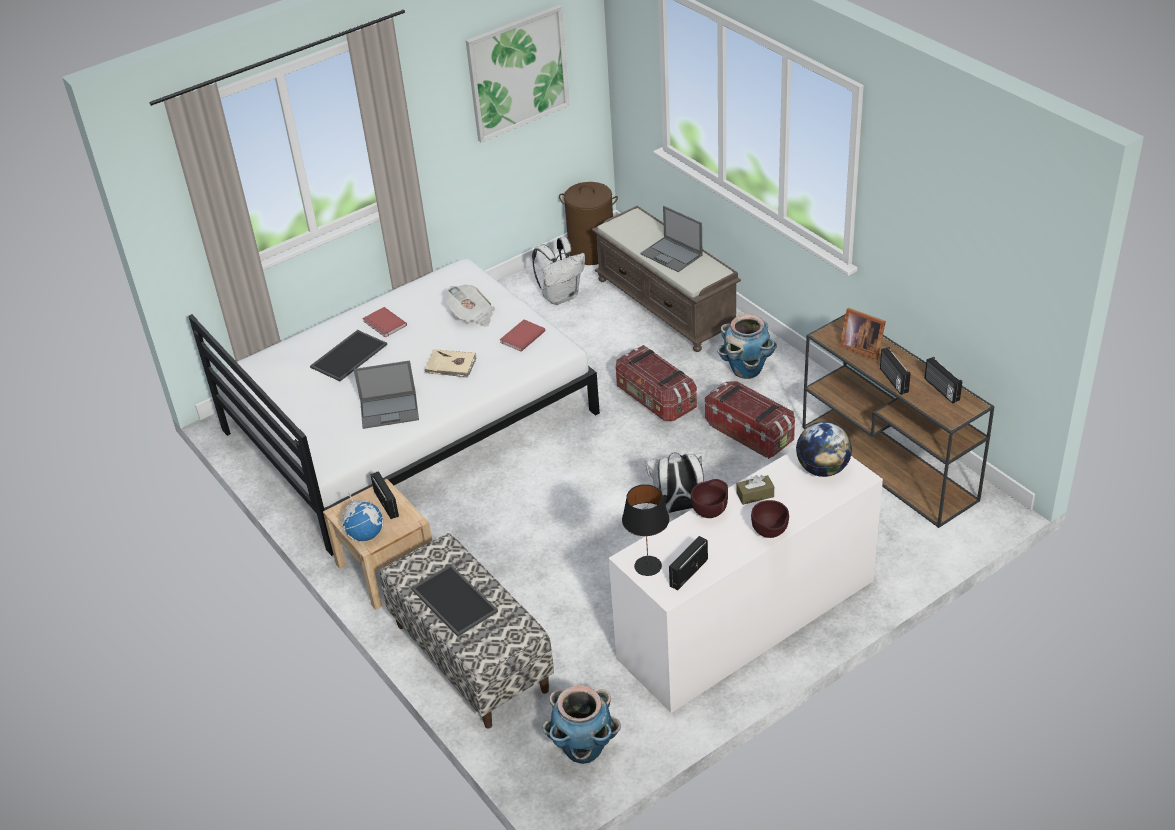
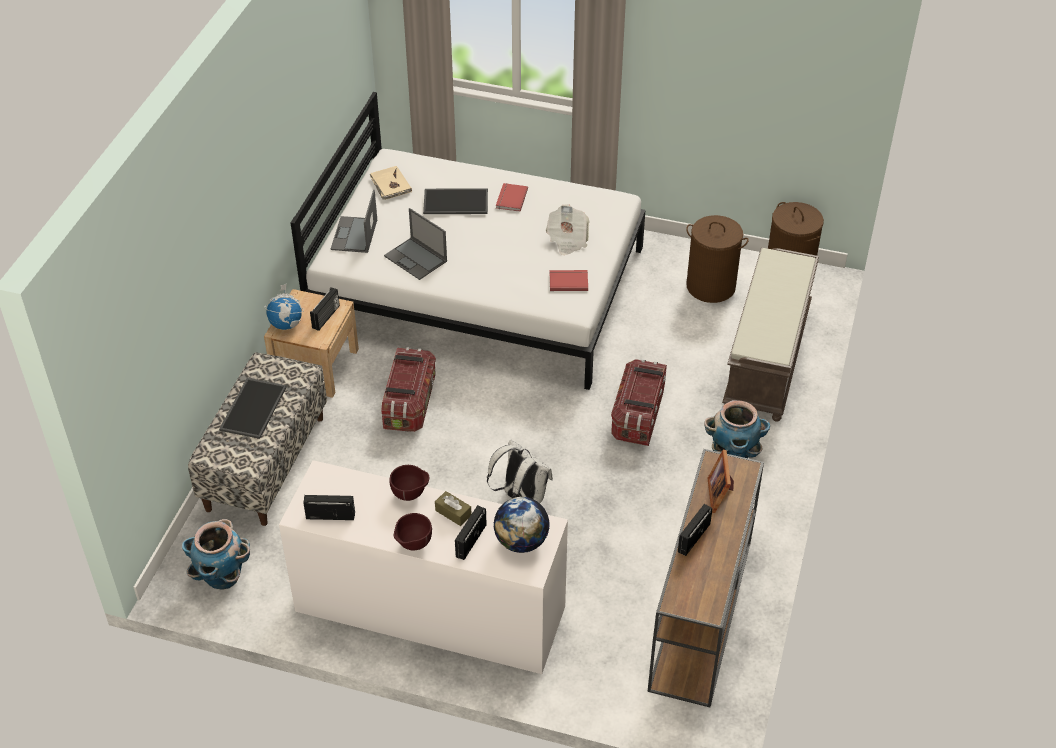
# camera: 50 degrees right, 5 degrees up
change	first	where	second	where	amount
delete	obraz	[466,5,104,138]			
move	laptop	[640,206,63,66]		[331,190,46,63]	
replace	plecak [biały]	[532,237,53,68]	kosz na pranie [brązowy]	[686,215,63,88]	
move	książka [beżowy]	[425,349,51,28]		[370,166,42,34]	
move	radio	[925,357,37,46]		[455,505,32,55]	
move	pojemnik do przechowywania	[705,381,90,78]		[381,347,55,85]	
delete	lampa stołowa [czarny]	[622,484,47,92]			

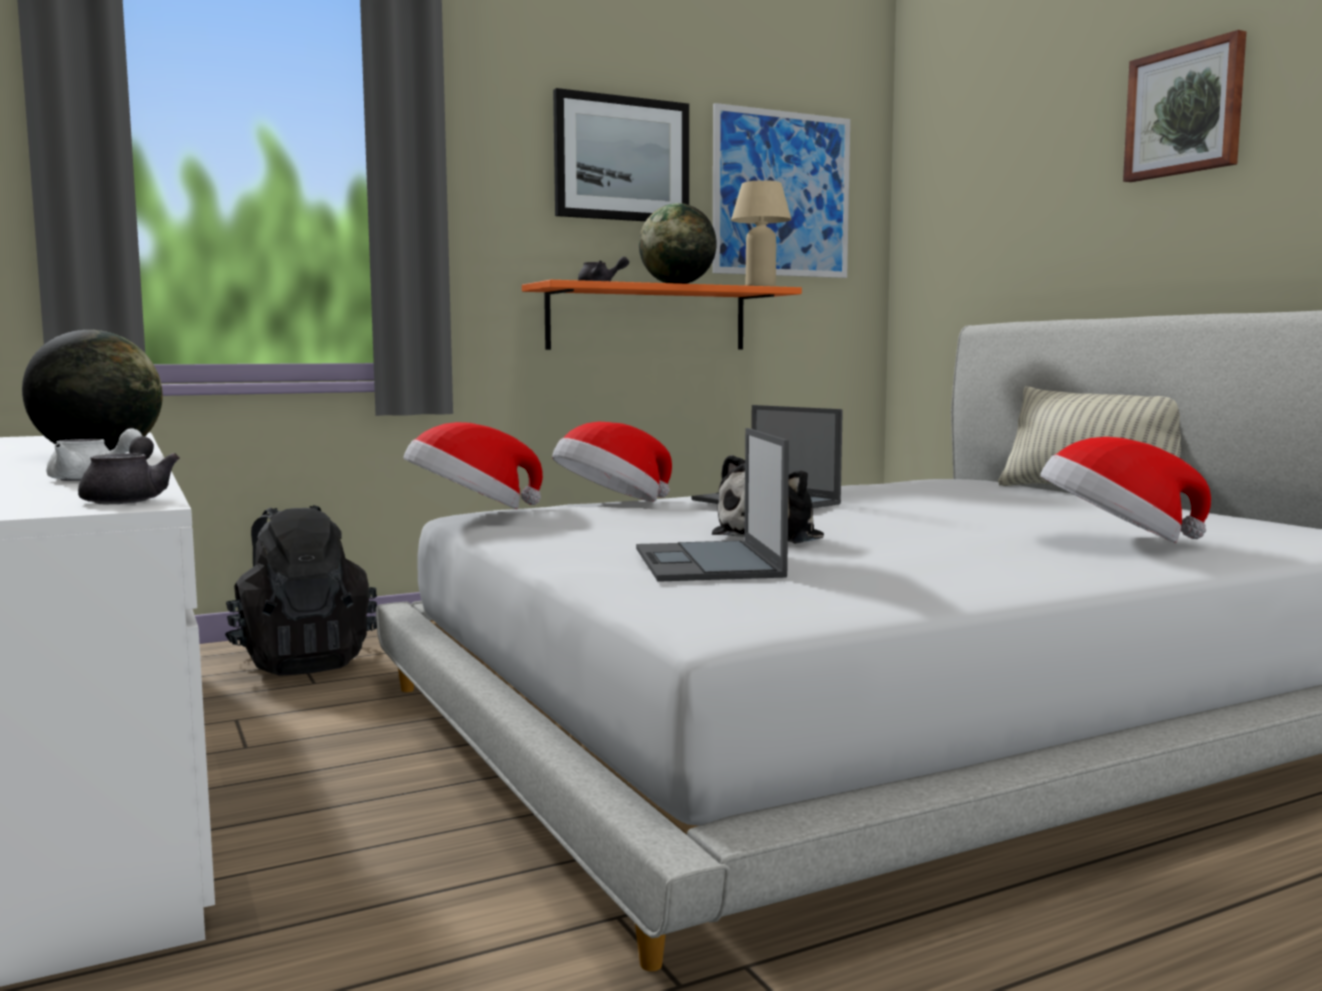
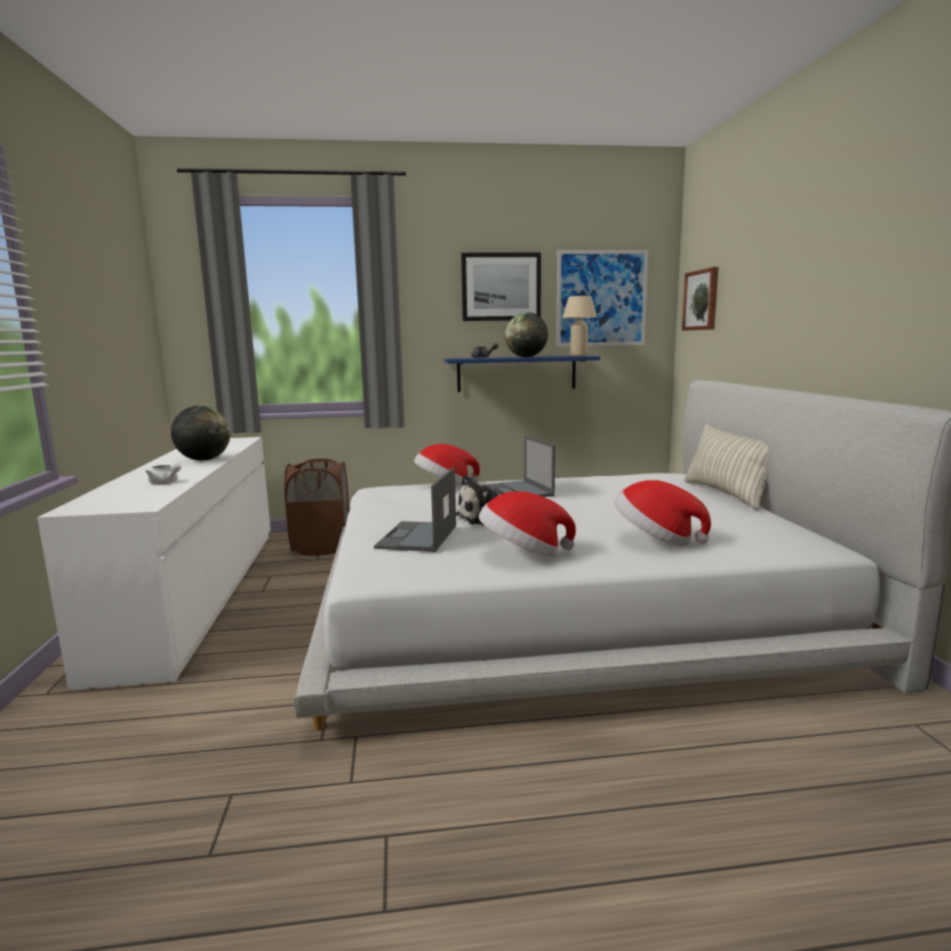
# camera: 20 degrees right, 5 degrees up
change	first	where	second	where	amount
move	obraz	[1123,30,124,152]		[682,267,36,63]	
recolor	półka [pomarańczowy]	[522,280,280,70]	półka [niebieski]	[444,355,156,37]	
move	kapelusz	[403,422,140,87]		[479,491,97,66]	
delete	imbryk [szary]	[78,436,102,68]			
replace	plecak [czarny]	[225,505,152,171]	kosz na pranie [brązowy]	[284,459,65,97]	

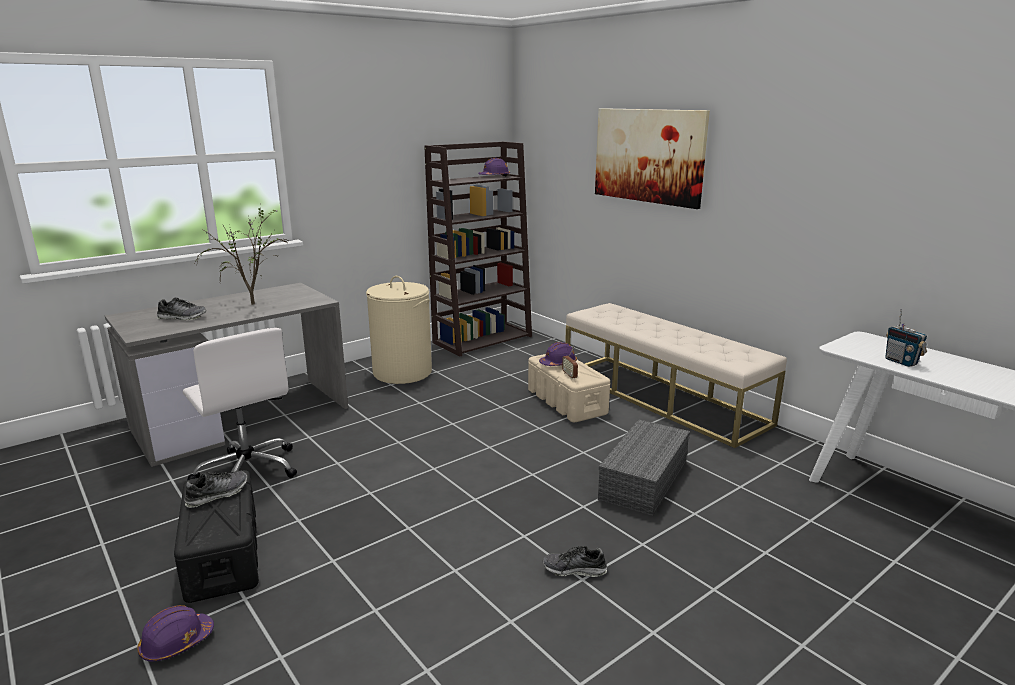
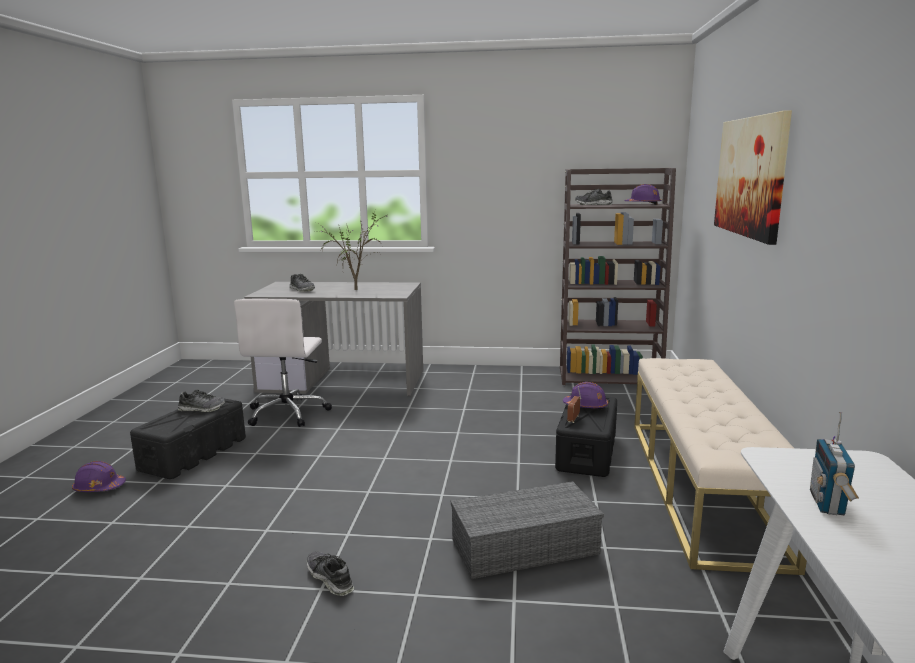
# camera: 45 degrees right, 5 degrees down
change	first	where	second	where	amount
delete	kosz na pranie [beżowy]	[366,276,66,108]			
recolor	pojemnik do przechowywania [beżowy]	[528,354,82,68]	pojemnik do przechowywania [czarny]	[555,396,62,81]	
insert			but	[575,189,38,16]	

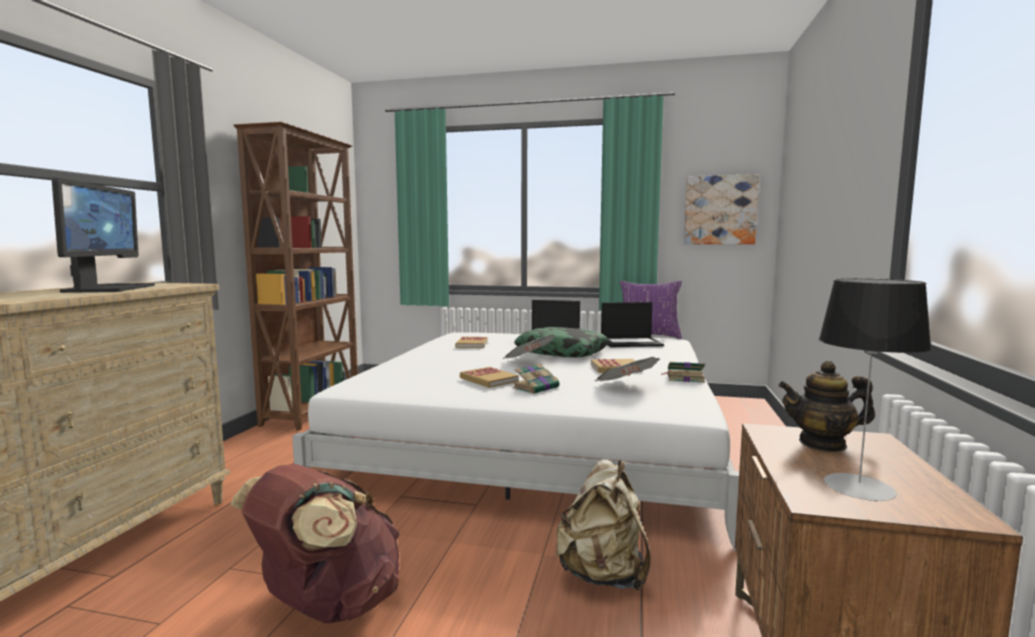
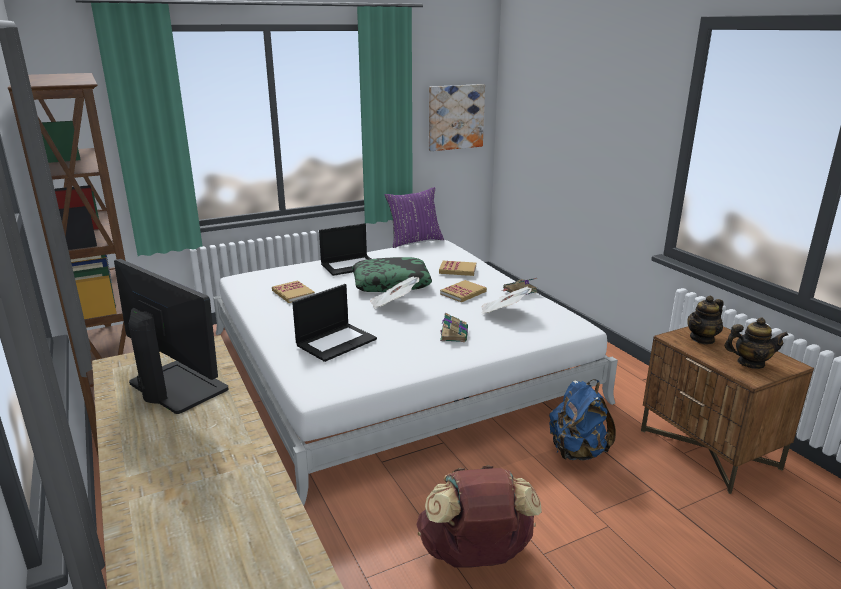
# camera: 40 degrees left, 15 degrees up
change	first	where	second	where	amount
replace	lampa stołowa	[819,278,113,224]	imbryk	[724,317,64,52]	
move	laptop	[601,302,63,45]		[292,284,85,78]	
move	książka	[460,367,59,21]		[439,261,37,15]	
recolor	plecak [beżowy]	[555,459,96,132]	plecak [niebieski]	[549,379,67,81]	

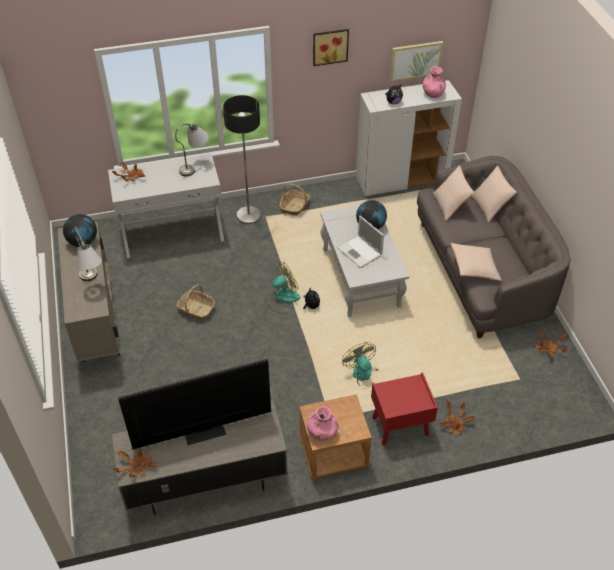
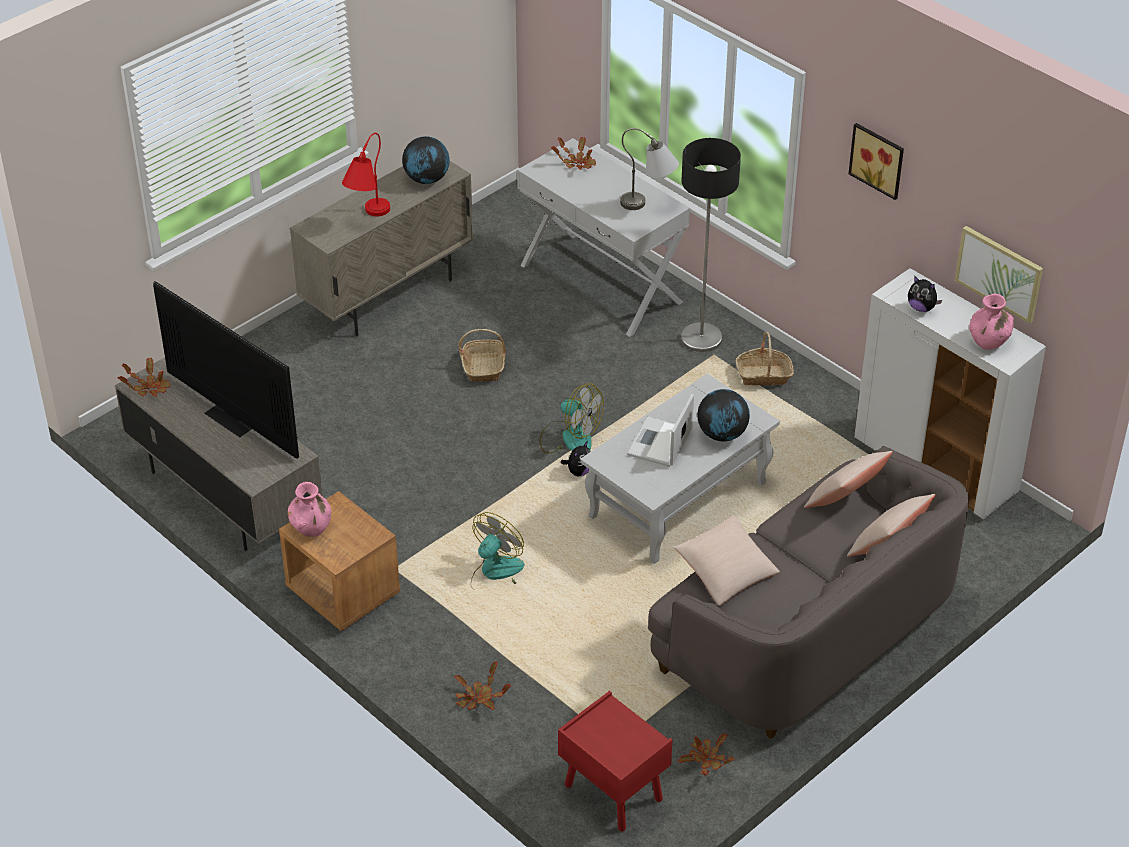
# camera: 60 degrees right, 5 degrees down
change	first	where	second	where	amount
recolor	lampa stołowa [szary]	[73,227,29,54]	lampa stołowa [czerwony]	[342,133,48,83]	
move	szafka nocna [czerwony]	[371,372,67,74]		[558,691,115,141]	

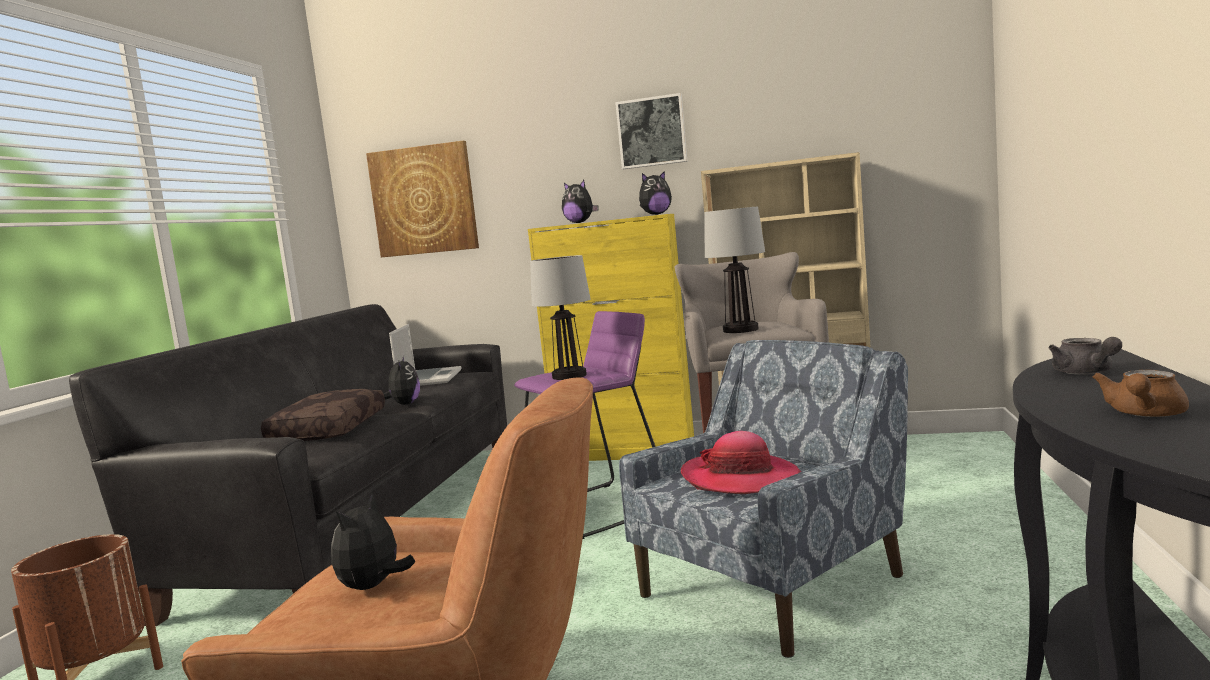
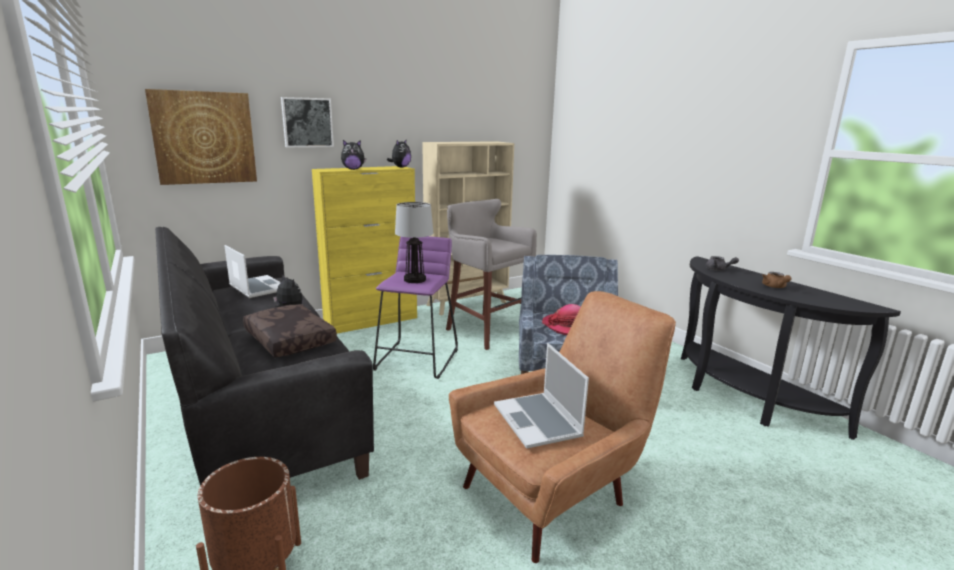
# camera: 45 degrees left, 10 degrees up
change	first	where	second	where	amount
move	obraz	[615,93,72,76]		[281,97,53,51]	
delete	lampa stołowa	[705,206,60,127]			
replace	pluszak	[331,494,84,96]	laptop	[494,343,95,106]	

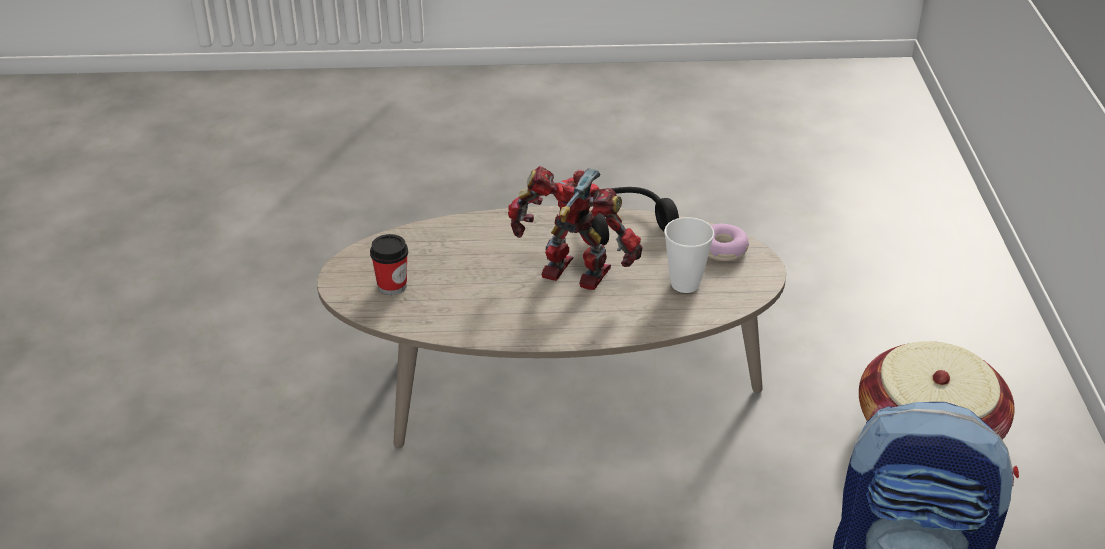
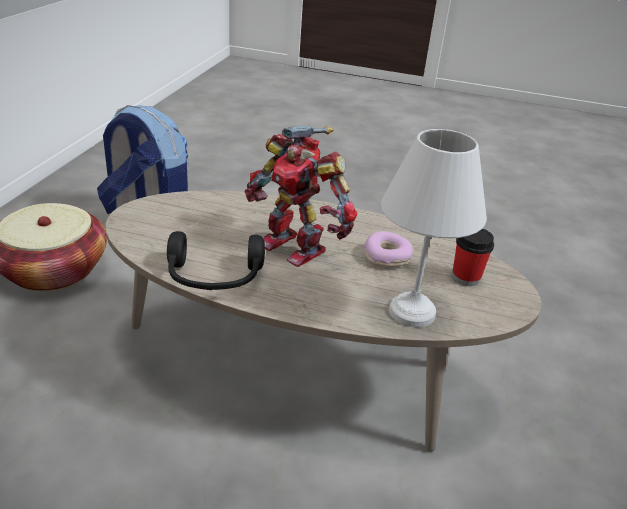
# camera: 165 degrees left, 5 degrees down
change	first	where	second	where	amount
delete	filiżanka	[664,217,50,76]			
move	donut	[708,224,41,37]		[363,231,50,36]	
insert			lampa stołowa [biały]	[381,129,106,198]	

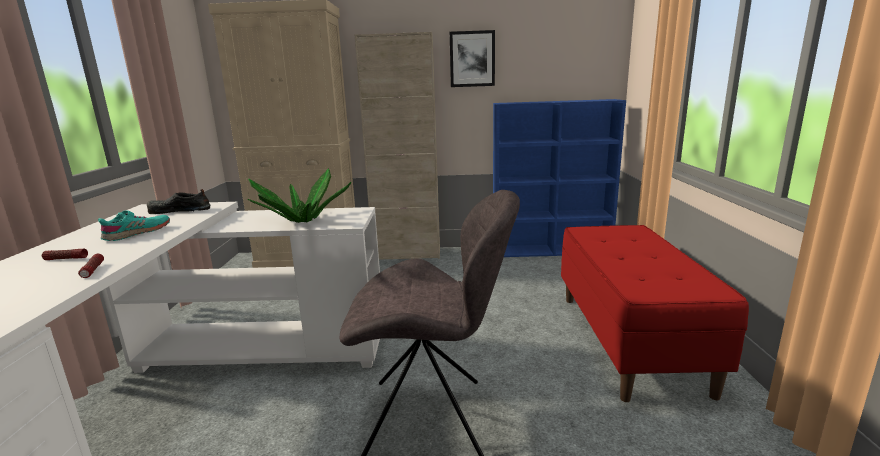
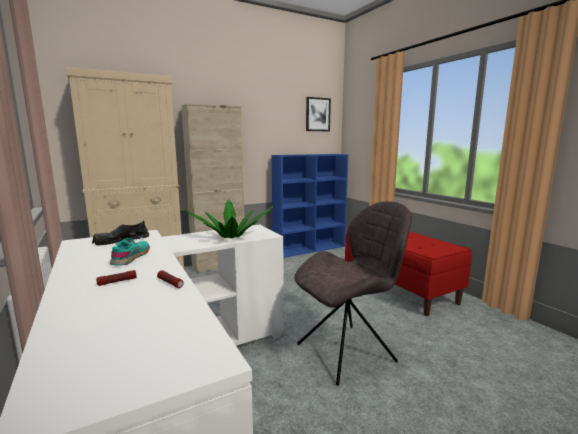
# camera: 30 degrees left, 5 degrees down
change	first	where	second	where	amount
move	obraz	[450,30,45,57]		[306,97,25,34]	

